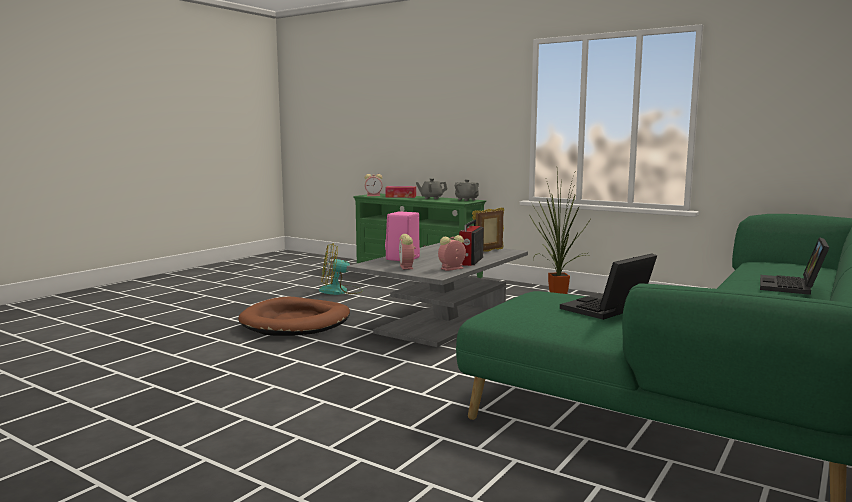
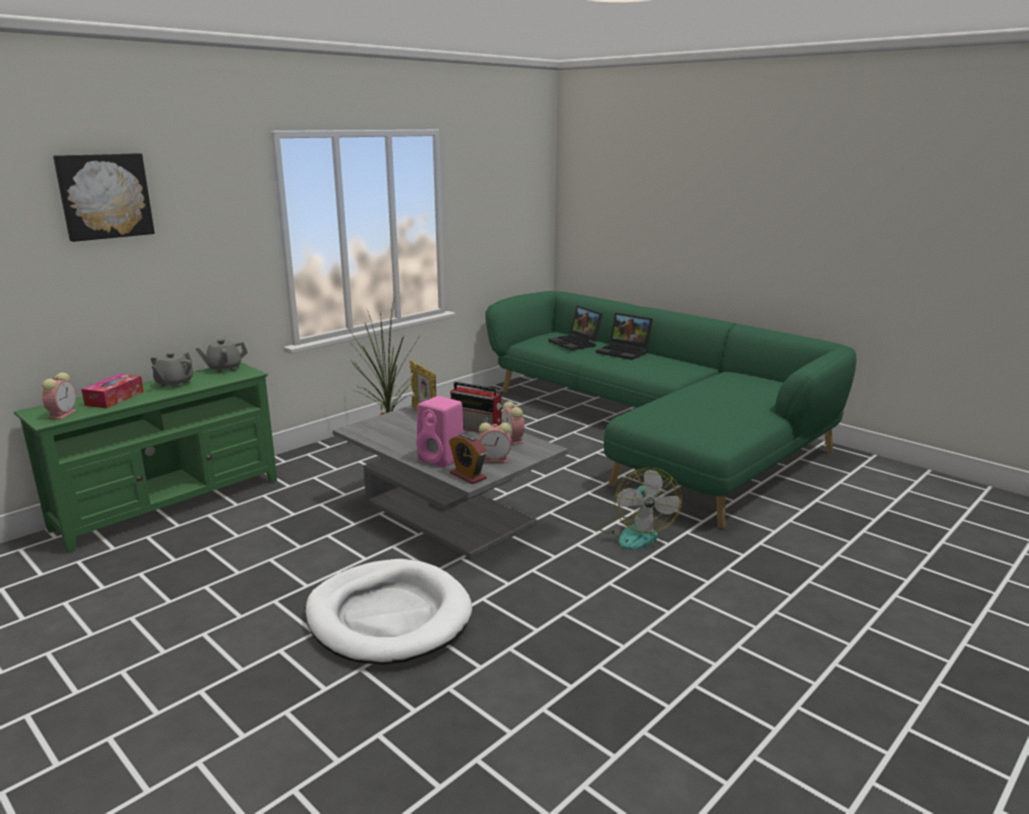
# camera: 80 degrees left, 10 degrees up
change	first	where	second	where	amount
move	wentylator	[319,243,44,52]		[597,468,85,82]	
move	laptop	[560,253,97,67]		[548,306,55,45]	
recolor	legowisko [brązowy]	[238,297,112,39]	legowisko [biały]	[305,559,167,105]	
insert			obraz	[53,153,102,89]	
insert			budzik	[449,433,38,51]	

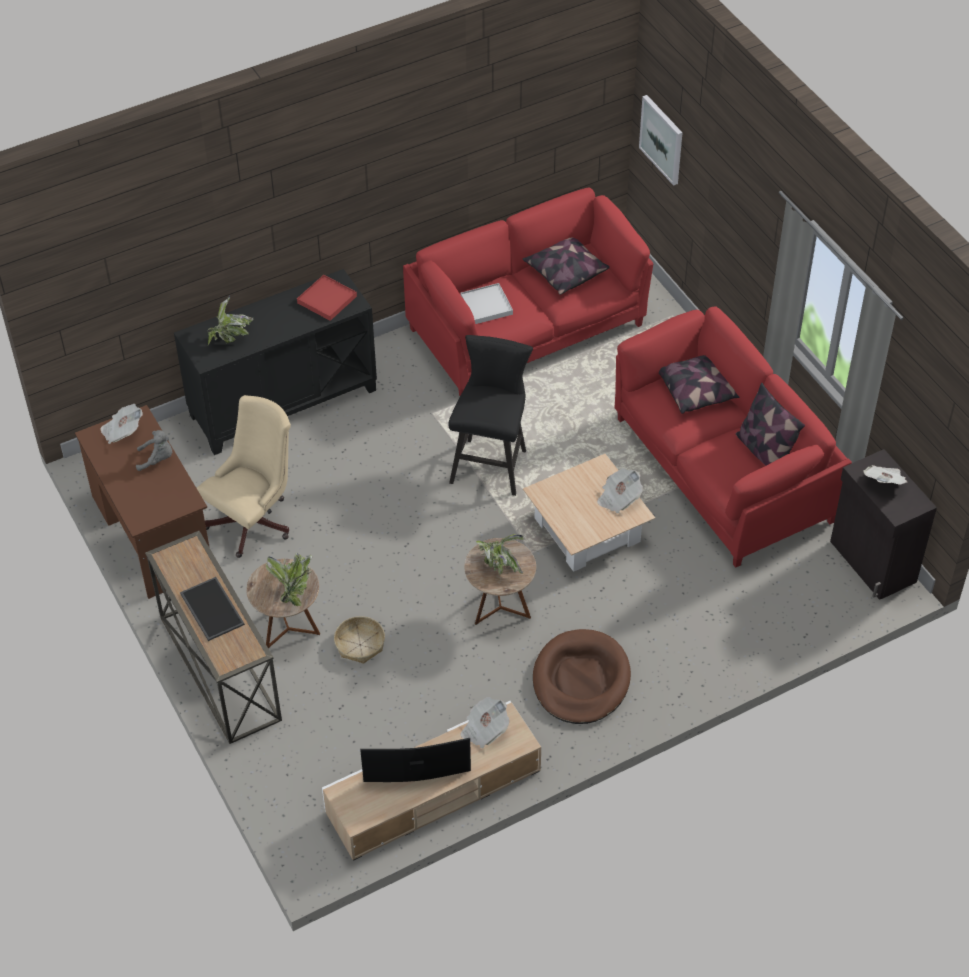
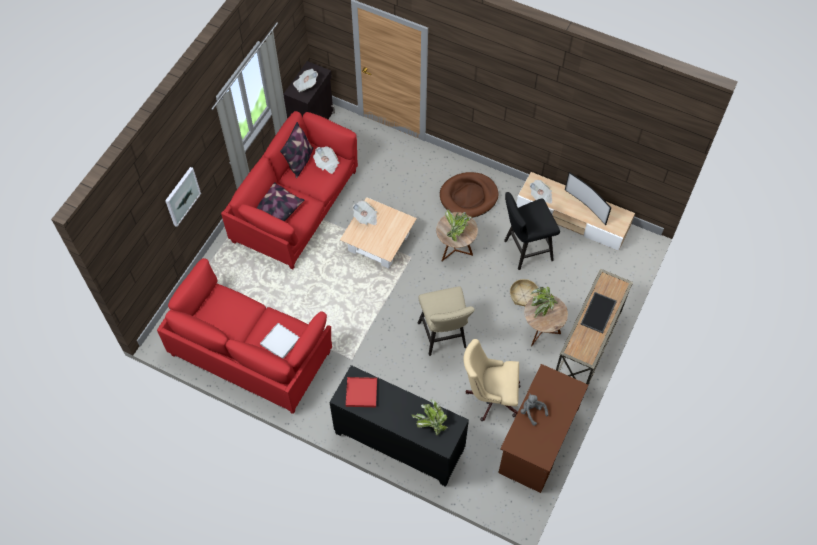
# camera: 125 degrees left, 10 degrees up
change	first	where	second	where	amount
move	obraz	[639,95,44,91]		[165,167,36,60]	
delete	poduszka	[522,238,88,57]			
move	stołek [czarny]	[448,335,85,161]		[504,192,56,78]	
move	gazeta	[100,404,43,40]		[313,146,27,28]	
insert			stołek [beżowy]	[418,286,57,70]	

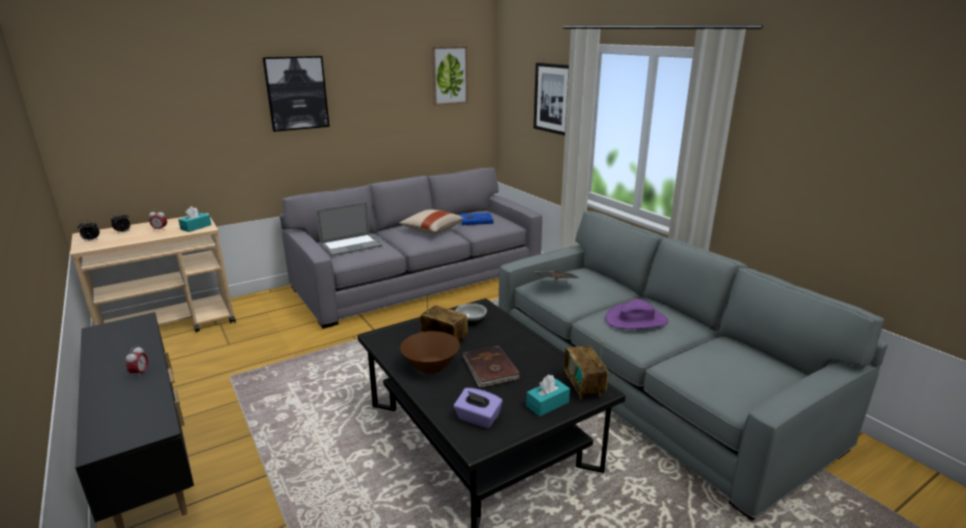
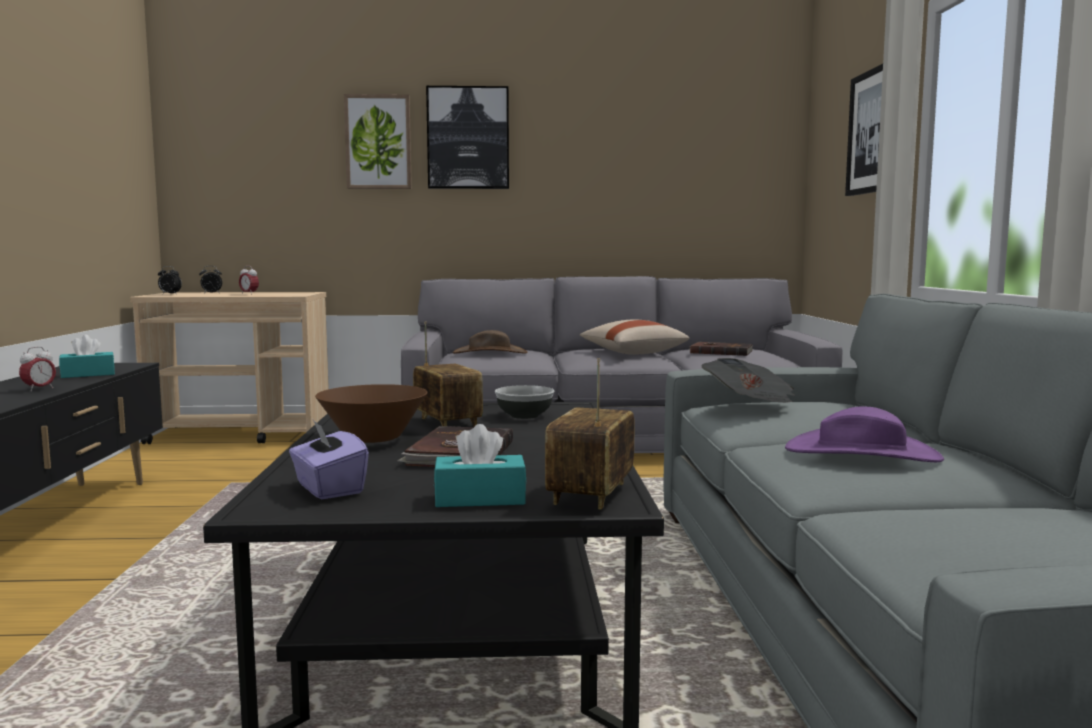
# camera: 30 degrees right, 15 degrees down
change	first	where	second	where	amount
move	obraz	[431,46,37,60]		[344,94,68,95]	
replace	laptop	[316,202,66,54]	kapelusz [brązowy]	[453,330,75,24]	
move	pudełko chusteczek [turkusowy]	[178,206,34,26]		[59,335,56,43]	
recolor	książka [niebieski]	[459,213,34,12]	książka [brązowy]	[690,342,63,14]	

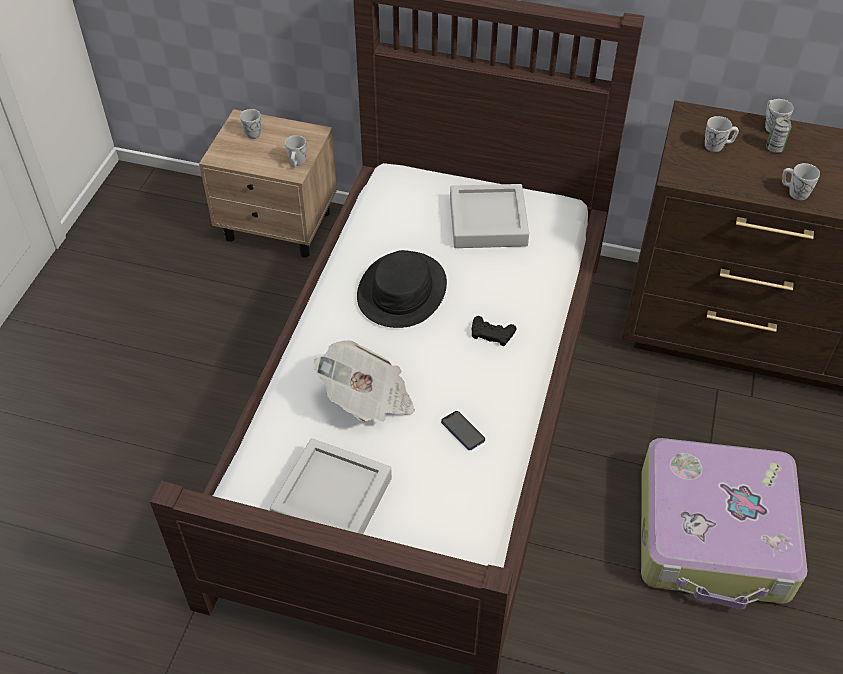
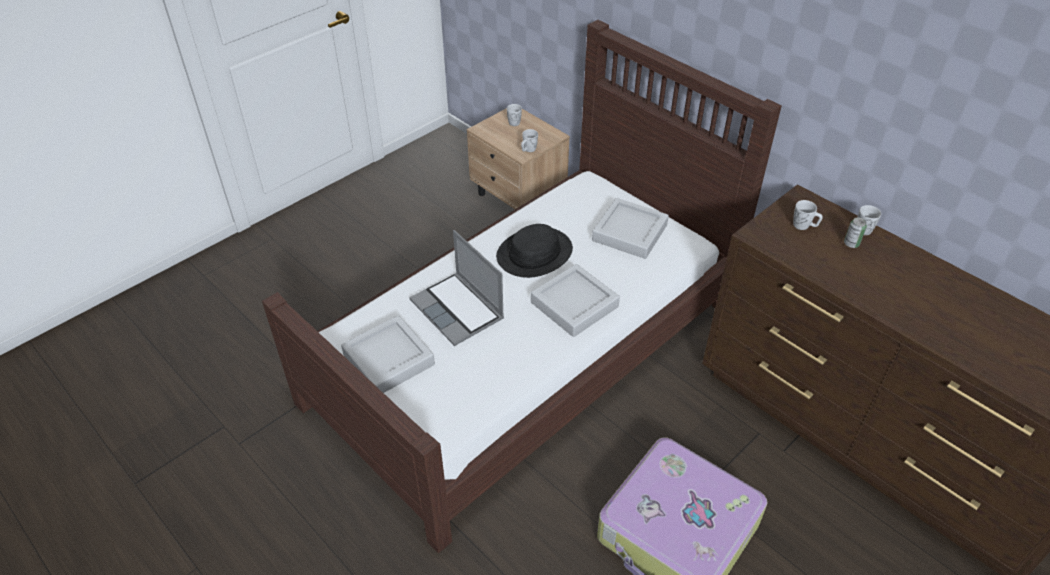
# camera: 30 degrees right, 5 degrees down
change	first	where	second	where	amount
delete	kubek [biały]	[782,163,38,37]			
replace	pad do gier [czarny]	[472,316,45,30]	taca [szary]	[531,264,89,73]	
replace	gazeta	[314,340,101,82]	laptop	[409,230,95,116]	
delete	telefon	[441,411,44,39]			

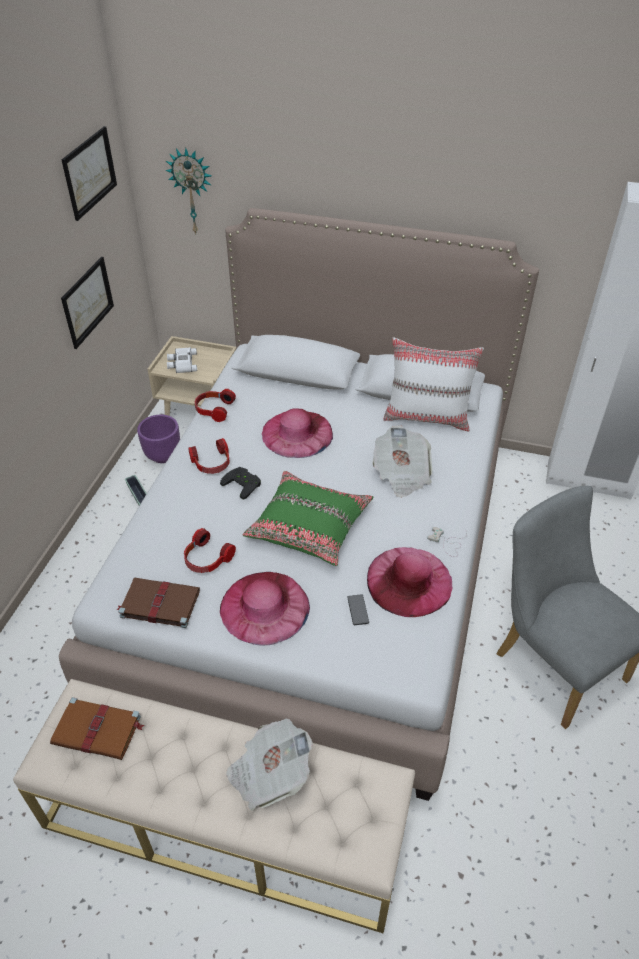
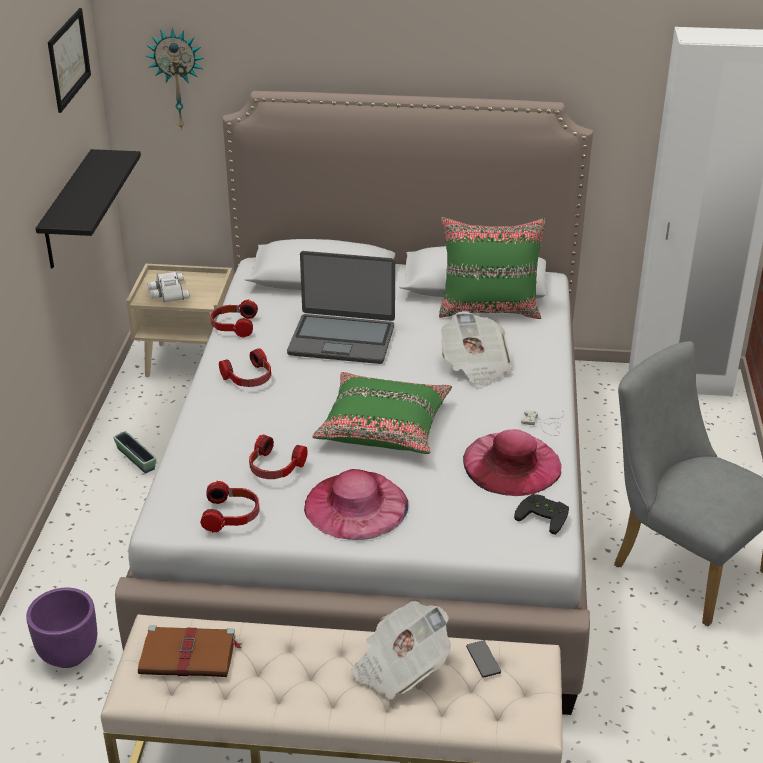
# camera: 10 degrees left, 10 degrees down
change	first	where	second	where	amount
replace	obraz	[61,257,53,92]	półka [czarny]	[36,149,105,120]	
recolor	poduszka [biały]	[383,338,101,93]	poduszka [zielony]	[439,217,107,102]	
replace	kapelusz [różowy]	[262,408,71,50]	laptop	[287,251,108,113]	
move	donica [fioletowy]	[137,415,43,48]		[26,587,71,81]	
move	pad do gier [czarny]	[220,467,41,33]		[514,494,55,41]	
replace	książka [brązowy]	[116,577,84,51]	słuchawki	[200,481,60,52]	
move	telefon	[347,594,22,31]		[466,640,35,38]	

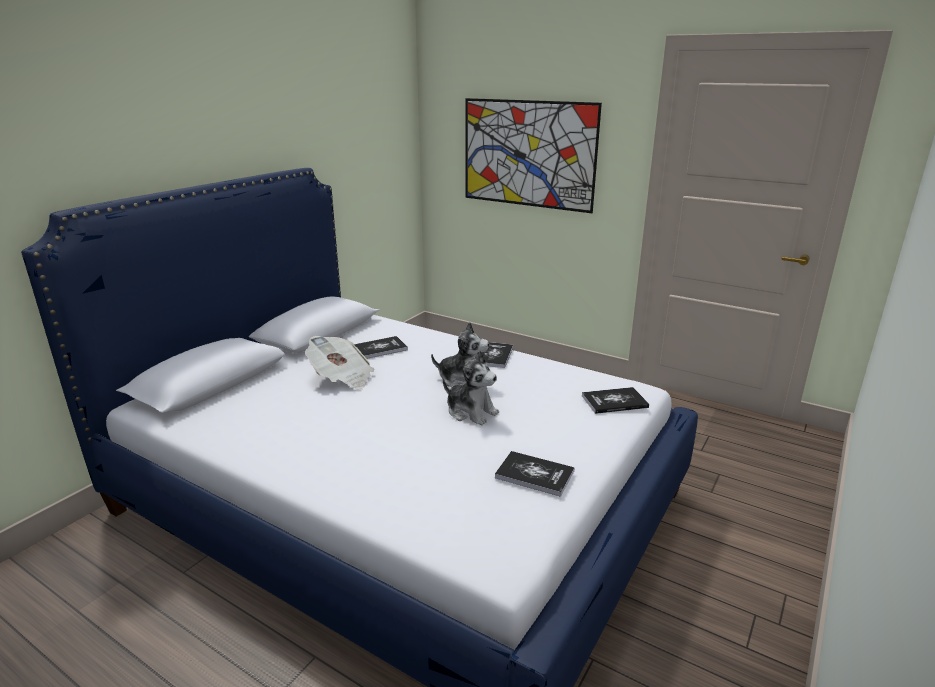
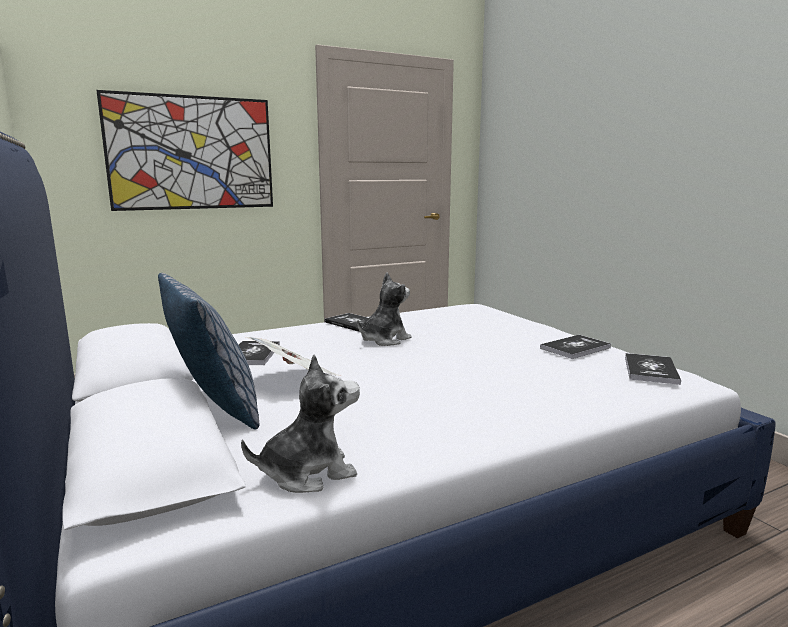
# camera: 60 degrees left, 10 degrees down
change	first	where	second	where	amount
move	pluszak	[443,350,56,75]		[241,355,119,138]	
move	książka	[582,387,67,27]		[625,353,56,32]	
insert			poduszka	[158,273,101,156]	

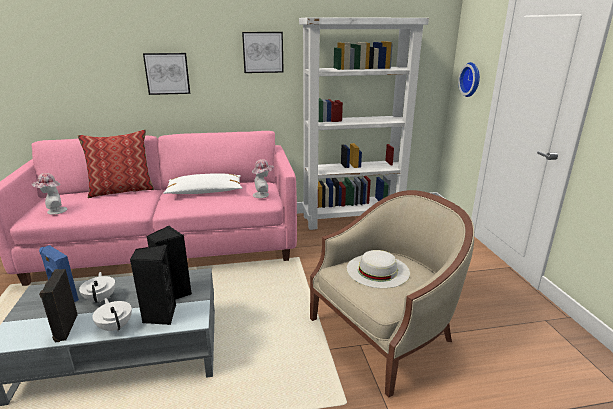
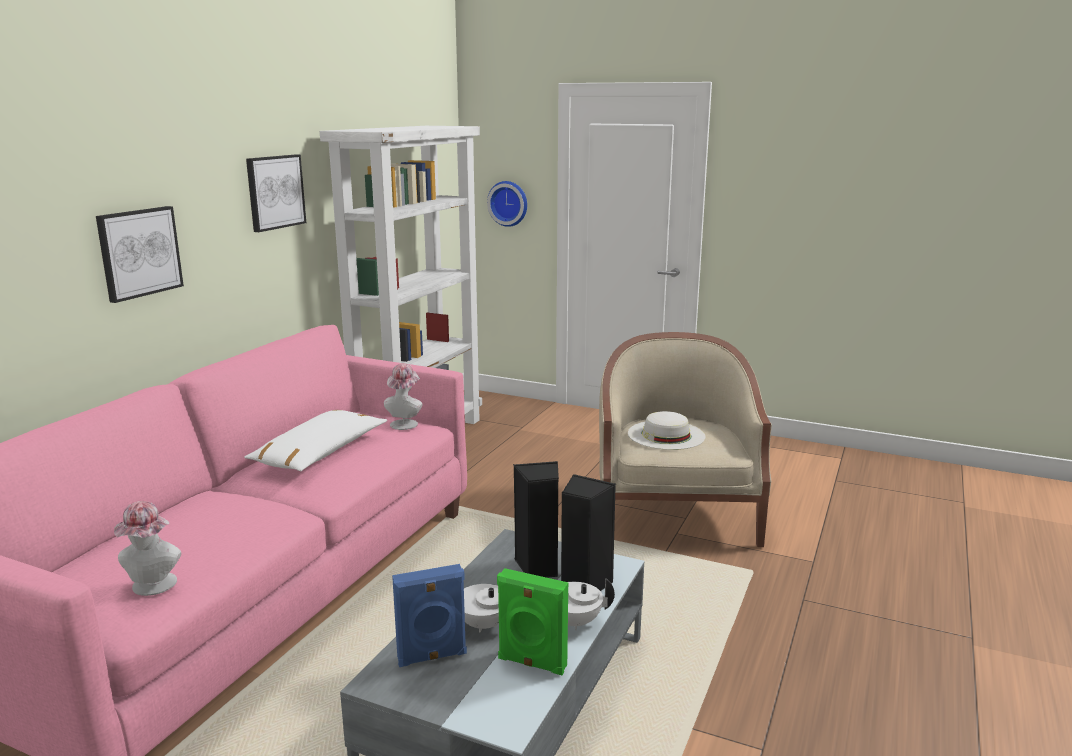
# camera: 55 degrees left, 5 degrees down
change	first	where	second	where	amount
delete	poduszka	[77,129,77,69]			
recolor	głośnik [czarny]	[39,269,39,74]	głośnik [zielony]	[497,568,71,107]	

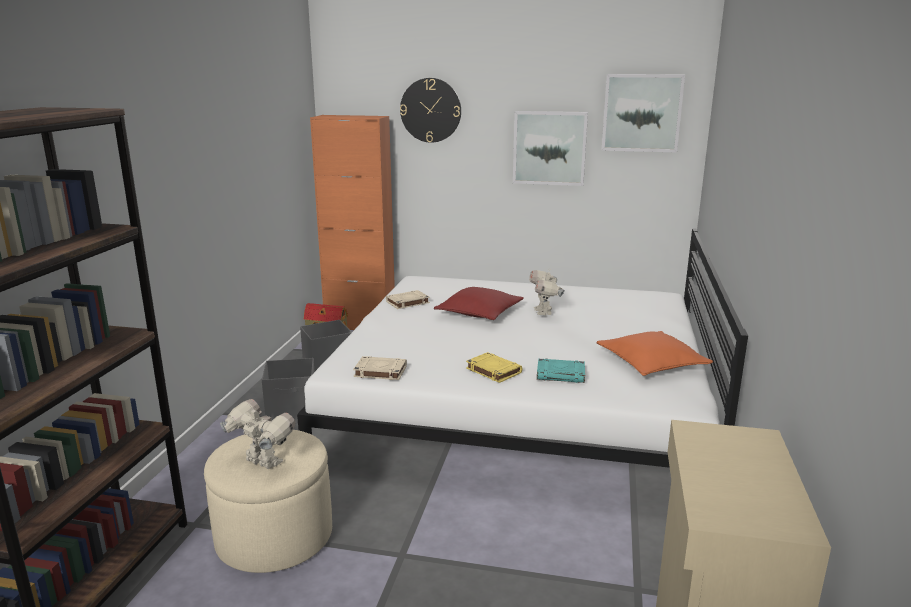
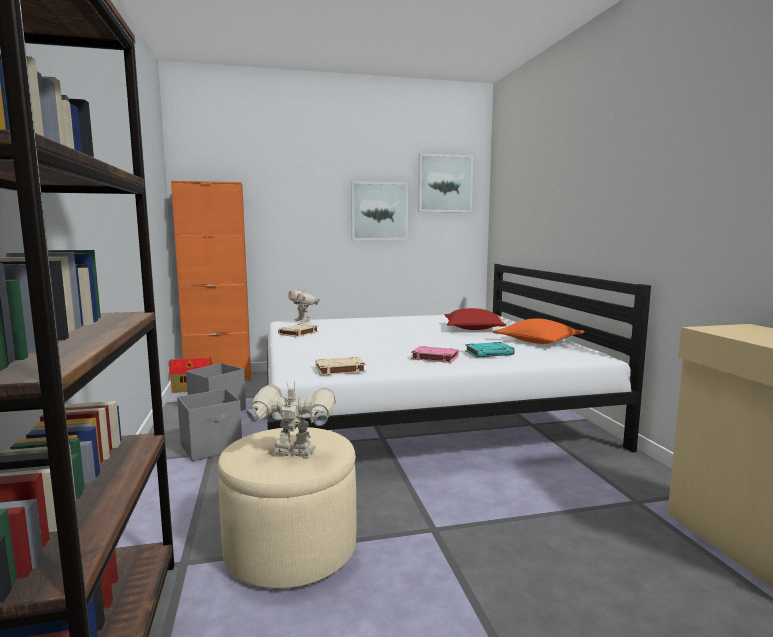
# camera: 25 degrees left, 10 degrees down
change	first	where	second	where	amount
delete	zegar ścienny	[400,78,61,65]			
move	robot zabawkowy	[529,269,36,47]		[288,287,31,35]	
move	poduszka [czerwony]	[434,287,90,33]		[445,308,62,22]	
recolor	książka [żółty]	[466,352,56,31]	książka [różowy]	[411,346,48,17]	

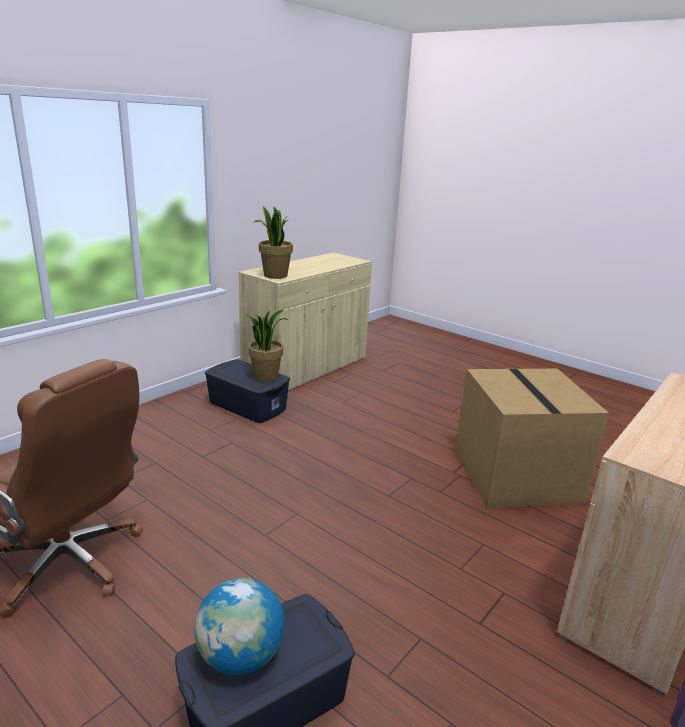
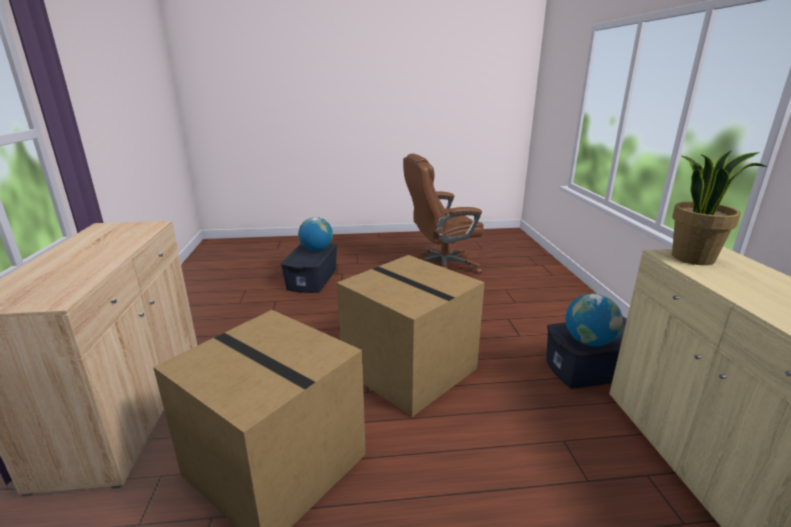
# camera: 135 degrees right, 0 degrees up
change	first	where	second	where	amount
replace	roślina doniczkowa	[245,309,44,73]	globus	[565,294,58,52]	
insert			karton	[337,255,148,162]	

